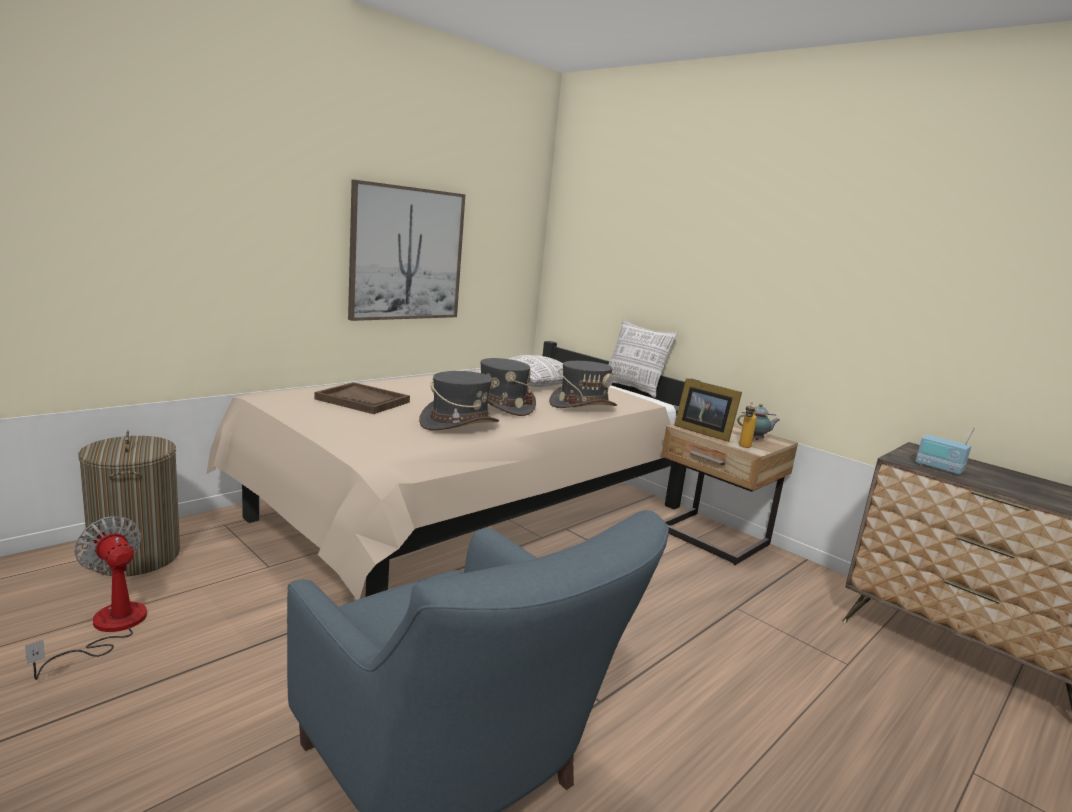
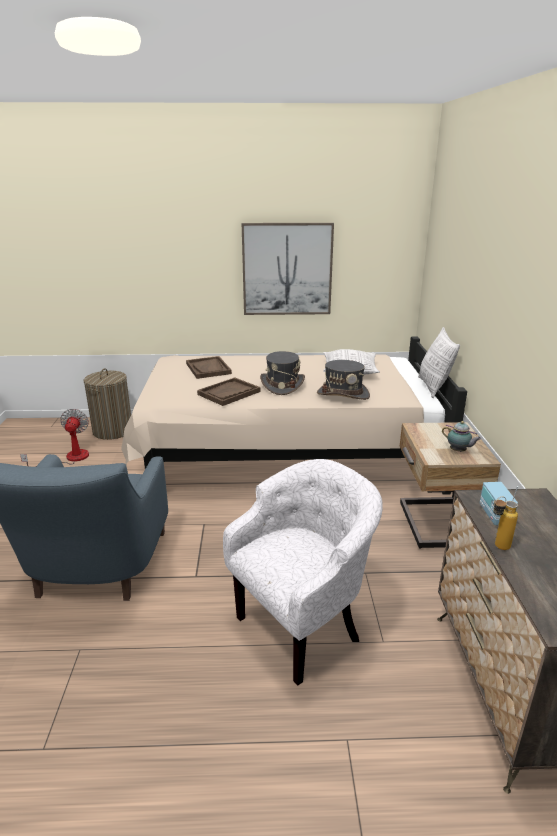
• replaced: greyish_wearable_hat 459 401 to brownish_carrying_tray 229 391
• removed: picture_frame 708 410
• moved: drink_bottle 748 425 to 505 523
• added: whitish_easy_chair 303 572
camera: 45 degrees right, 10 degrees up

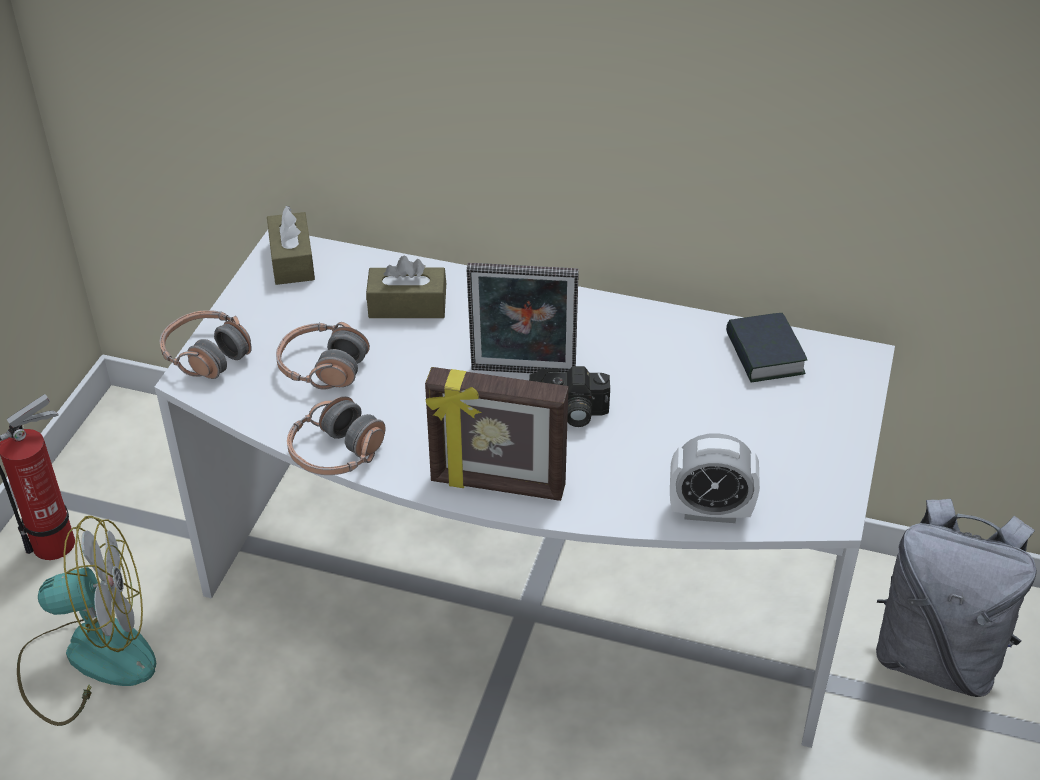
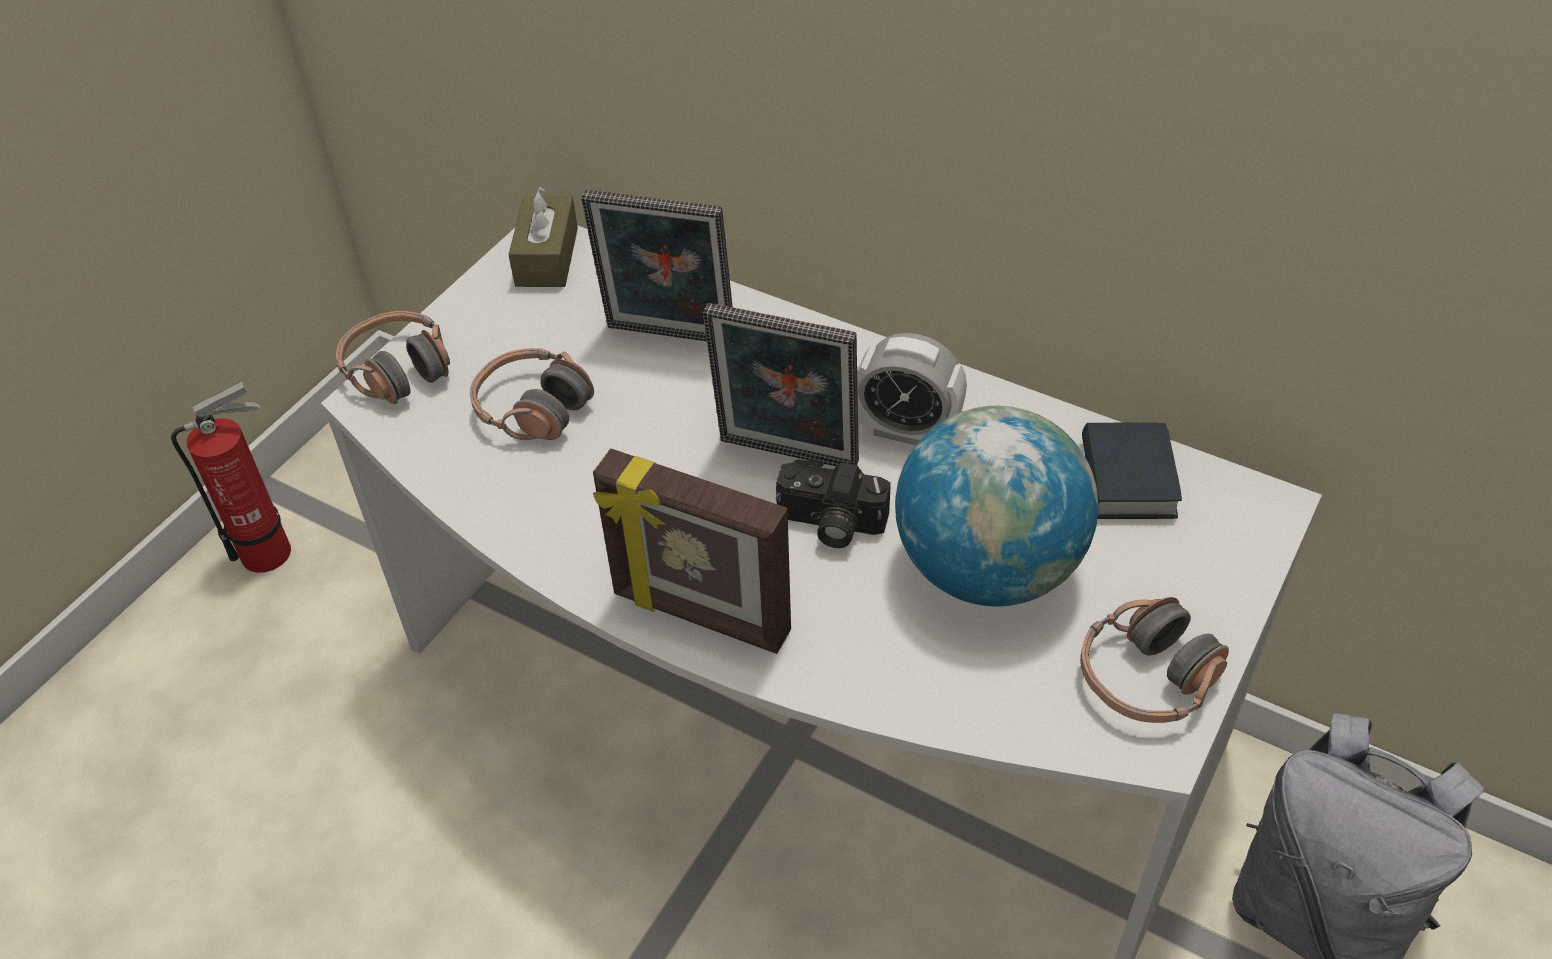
• removed: fan 86 621
• moved: pair_of_headphones 336 435 to 1154 660
• replaced: brownish_box_of_tissues 406 287 to picture_frame 657 265
• moved: alarm_clock 715 478 to 912 389
• added: desk_globe 996 506
camera: 15 degrees right, 5 degrees up

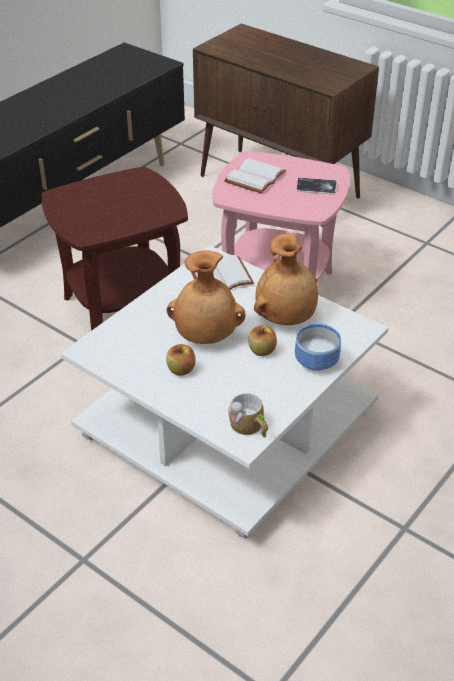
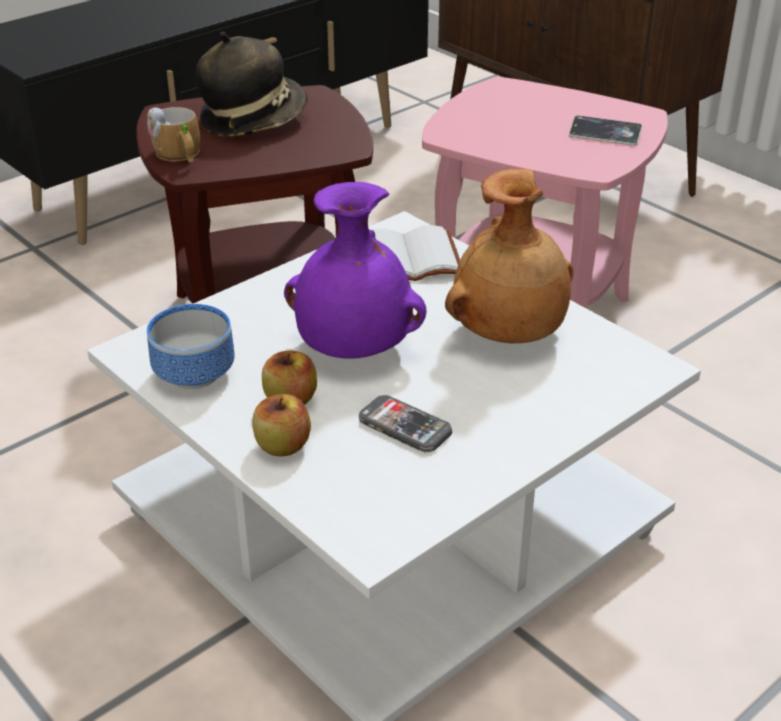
• recoloured: brownish_vase 206 297 to purple_vase 355 270
• removed: whitish_volume 255 176
• moved: mug 248 415 to 173 135
• moved: apple_fruit 262 340 to 281 425
• moved: bowl 318 347 to 191 346
• added: wearable_hat 252 84
• added: handset 405 423
camera: 10 degrees right, 5 degrees down

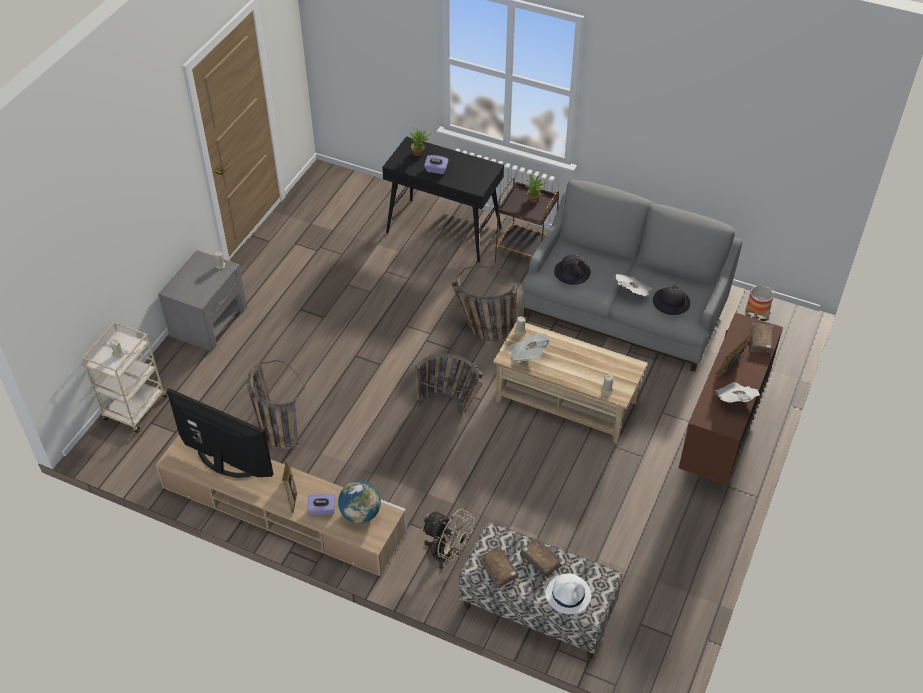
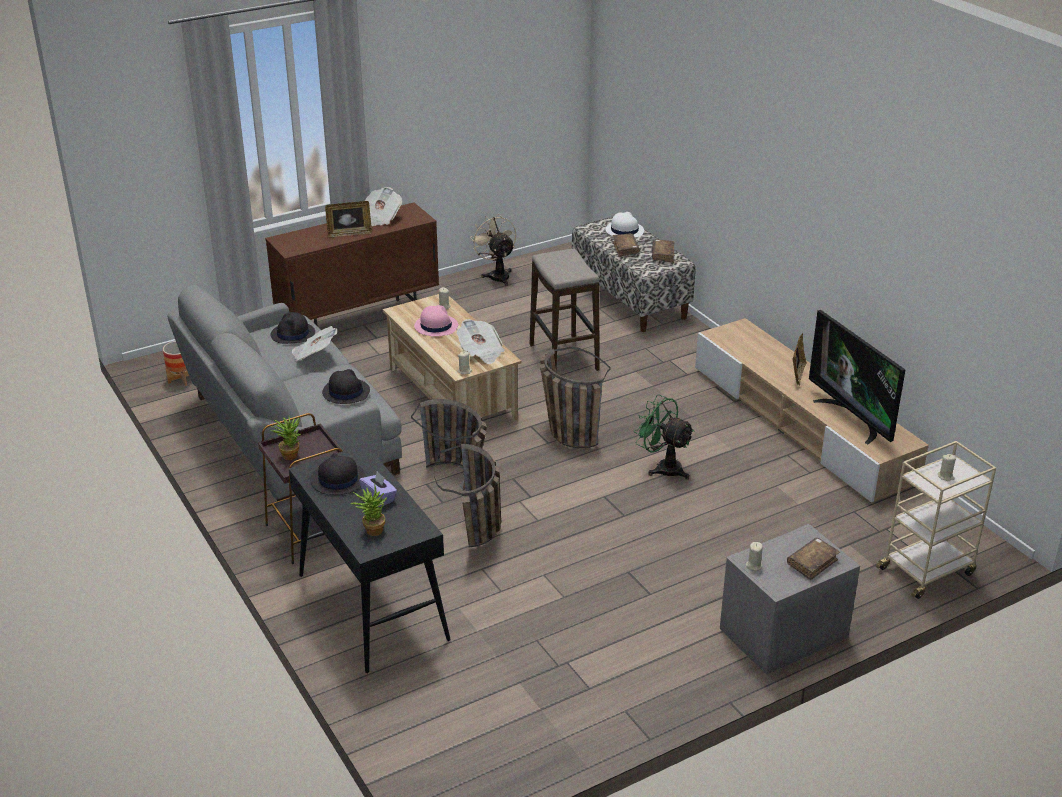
• moved: basket 275 404 to 467 495
• removed: purple_box_of_tissues 321 504
• removed: desk_globe 359 502
• moved: beige_fan 448 539 to 493 250
• moved: brownish_volume 762 338 to 813 559
• added: black-coloured_wearable_hat 338 474
• added: pink-coloured_wearable_hat 436 320
• added: sitting_stool 565 310
• added: greenish_fan 664 436
camera: 145 degrees left, 15 degrees down

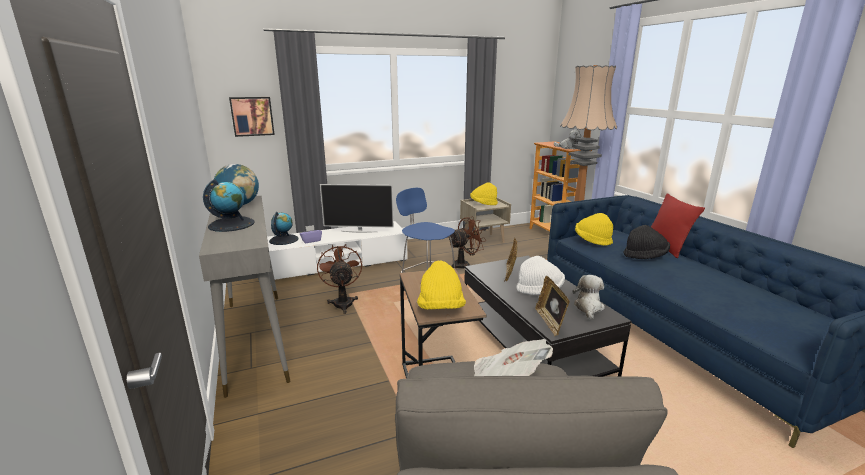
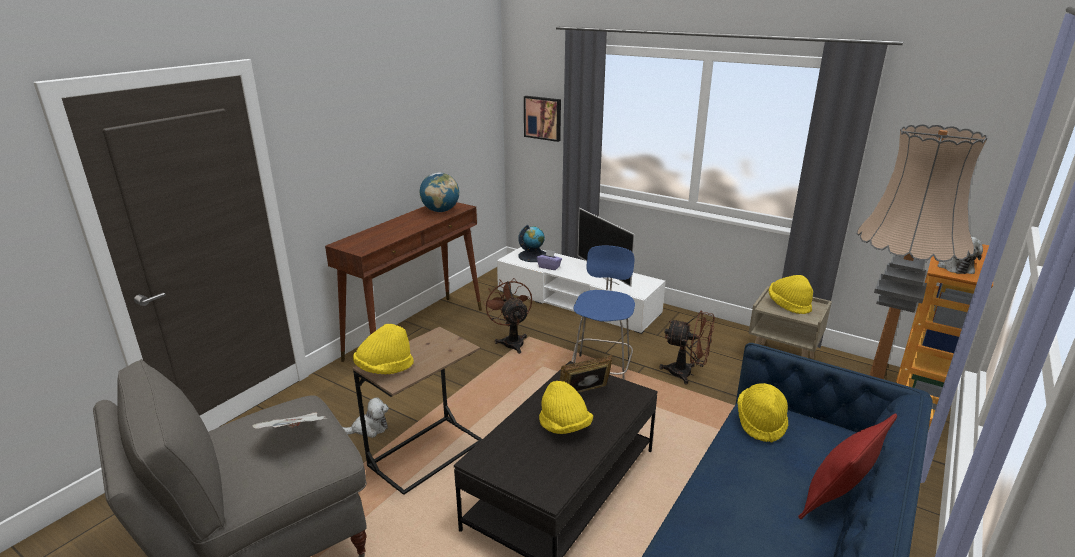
• recoloured: greyish_narrow_table 244 297 to brownish_narrow_table 403 282
• removed: desk_globe 229 205
• turned: brownish_fan 339 279 = 507 316 60 degrees counterclockwise
• recoloured: whitish_wearable_hat 540 275 to yellow-coloured_wearable_hat 566 407
• removed: picture_frame 552 306
• moved: plush_toy 589 297 to 366 417
• removed: black-coloured_wearable_hat 647 242
camera: 55 degrees right, 5 degrees up

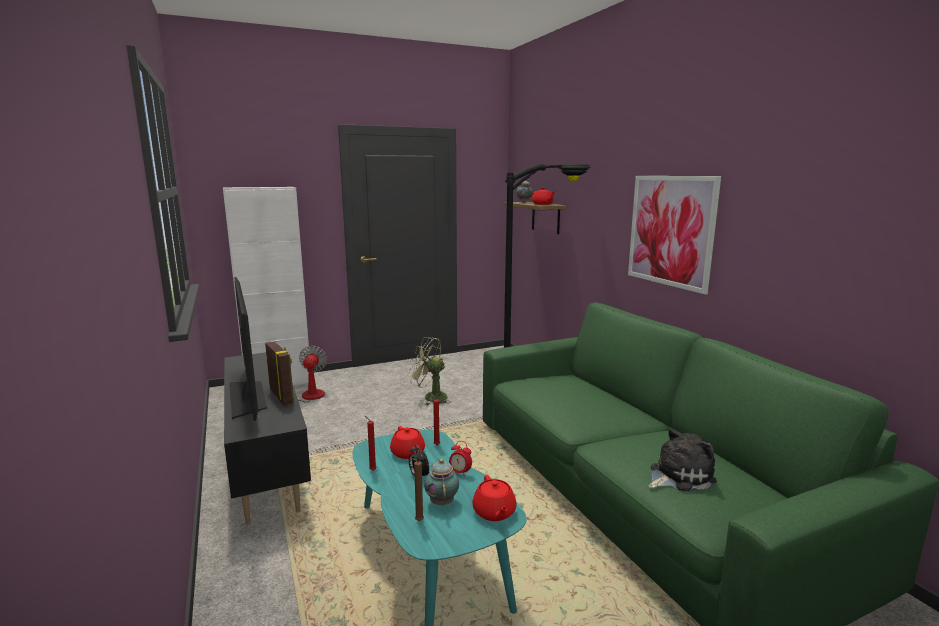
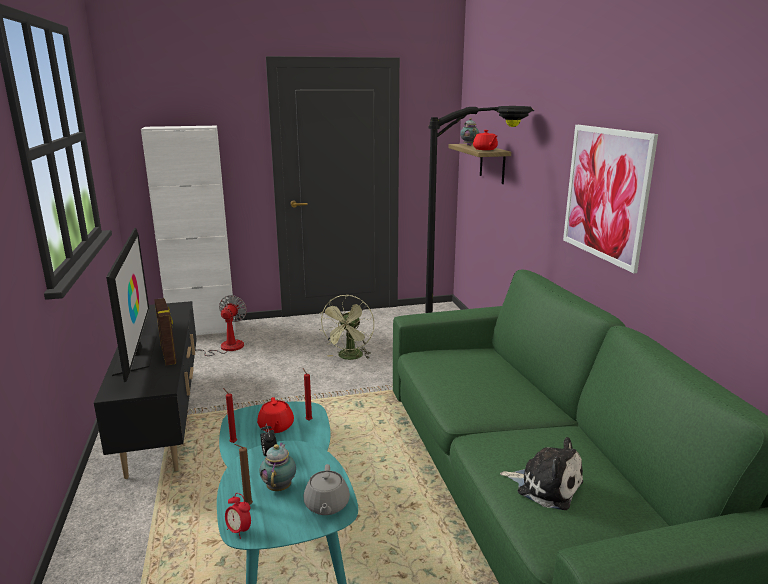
• turned: greenish_fan 429 371 = 346 327 105 degrees counterclockwise
• moved: alarm_clock 460 459 to 238 516
• recoloured: reddish_pot_for_tea 494 498 to greyish_pot_for_tea 327 489
• turned: plush_toy 682 460 = 541 473 45 degrees clockwise
camera: 10 degrees right, 5 degrees up

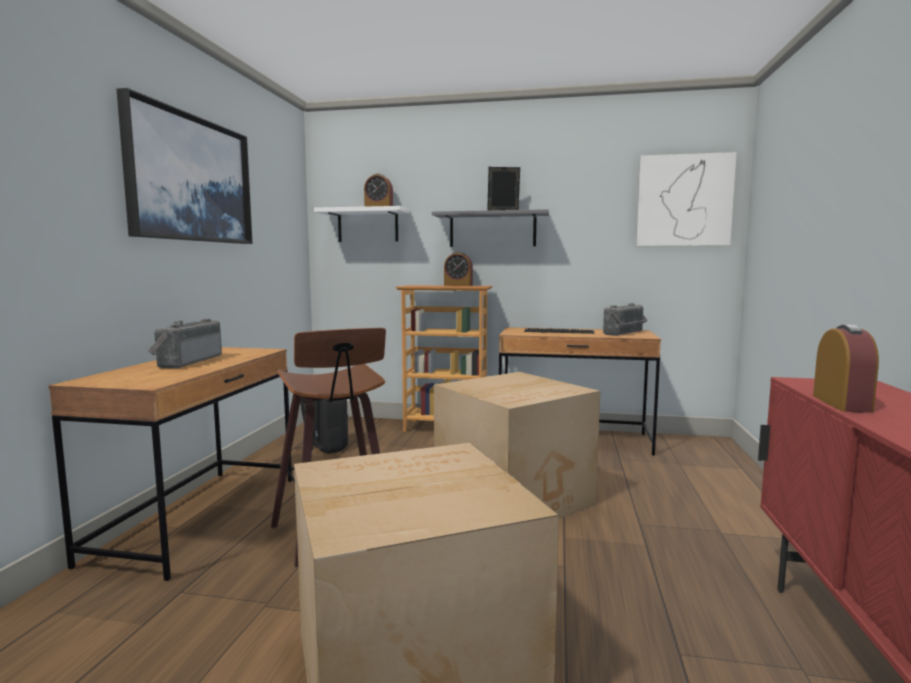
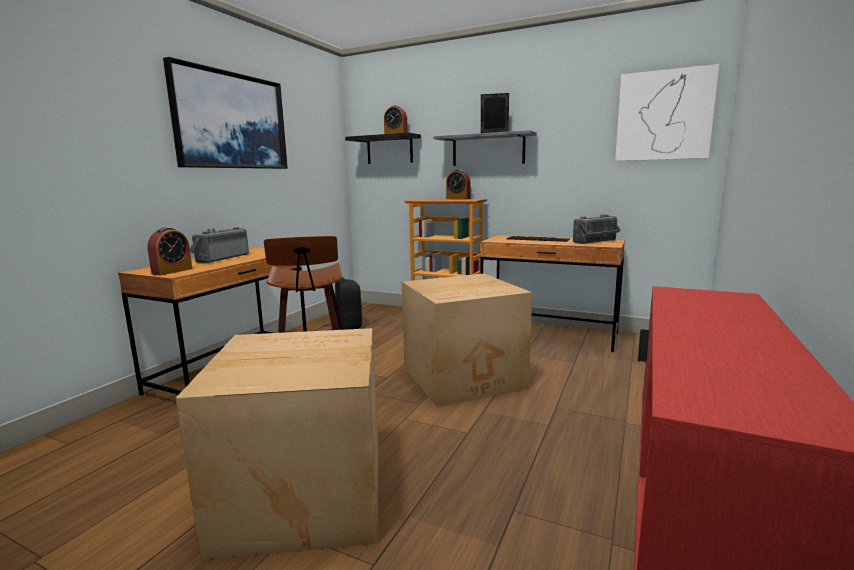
• recoloured: whitish_wall_shelf 361 224 to black-coloured_wall_shelf 383 148
• moved: alarm_clock 846 369 to 169 251
camera: 15 degrees right, 5 degrees up

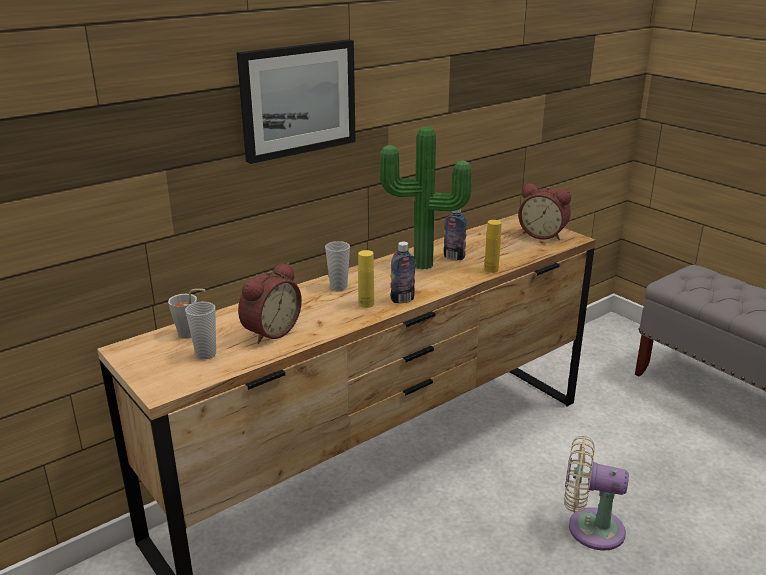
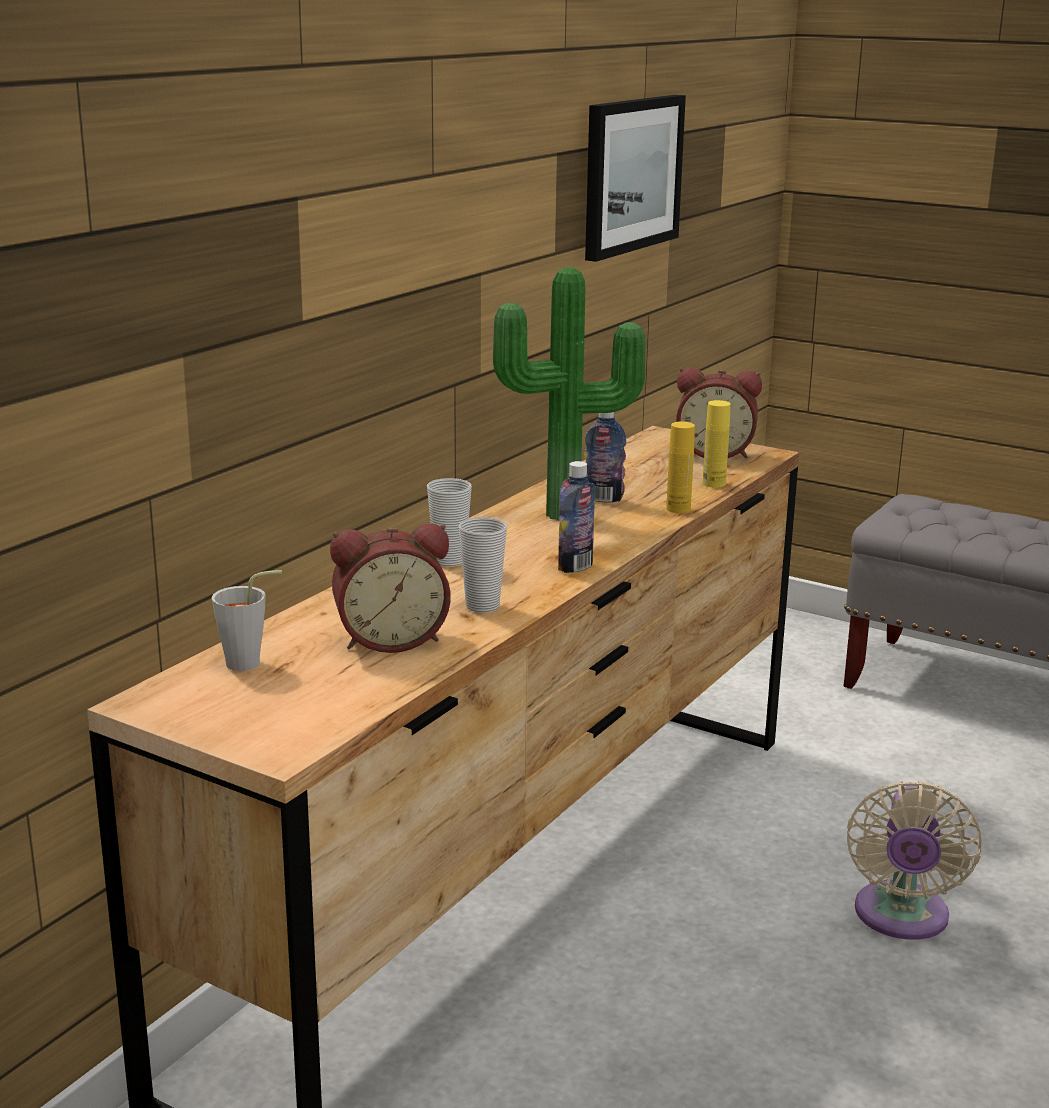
• moved: drinking_cup 200 331 to 483 565
• moved: picture 296 101 to 635 178
• turned: alarm_clock 270 303 = 390 588 60 degrees clockwise
• moved: yellow-coloured_drink_bottle 366 279 to 717 444
• turned: beige_fan 596 493 = 914 860 75 degrees counterclockwise
camera: 20 degrees left, 5 degrees down

